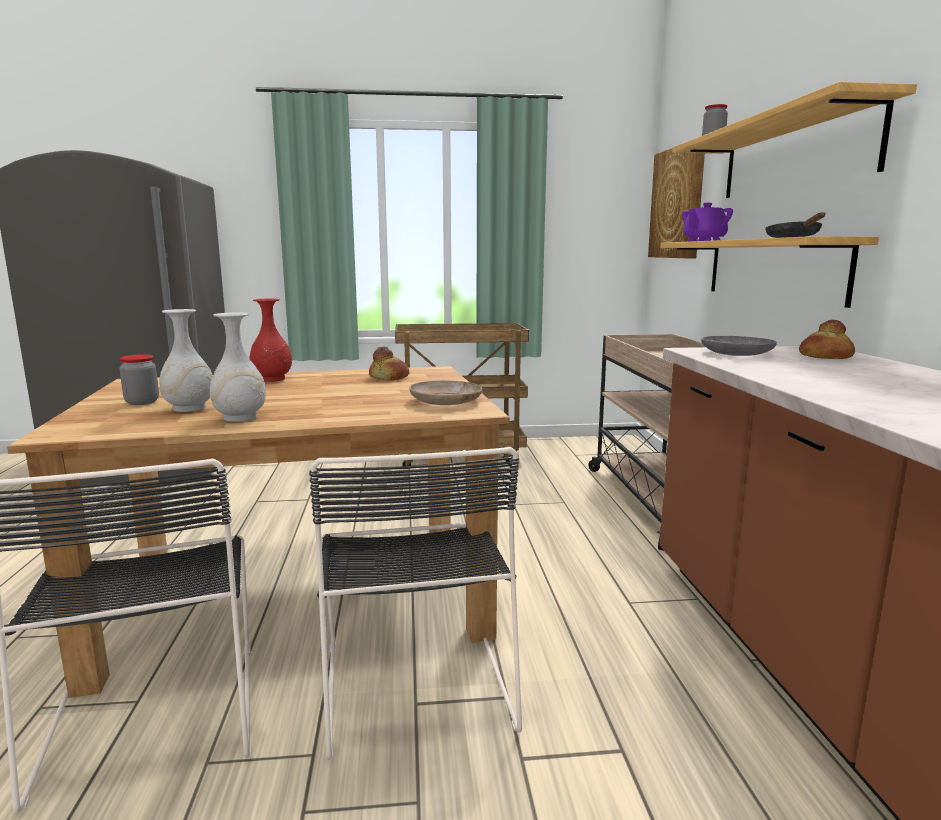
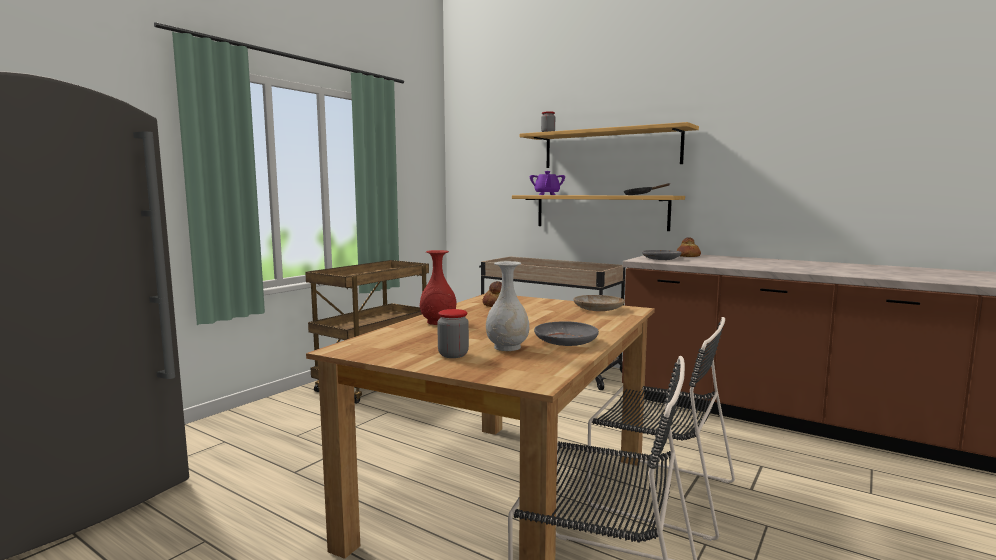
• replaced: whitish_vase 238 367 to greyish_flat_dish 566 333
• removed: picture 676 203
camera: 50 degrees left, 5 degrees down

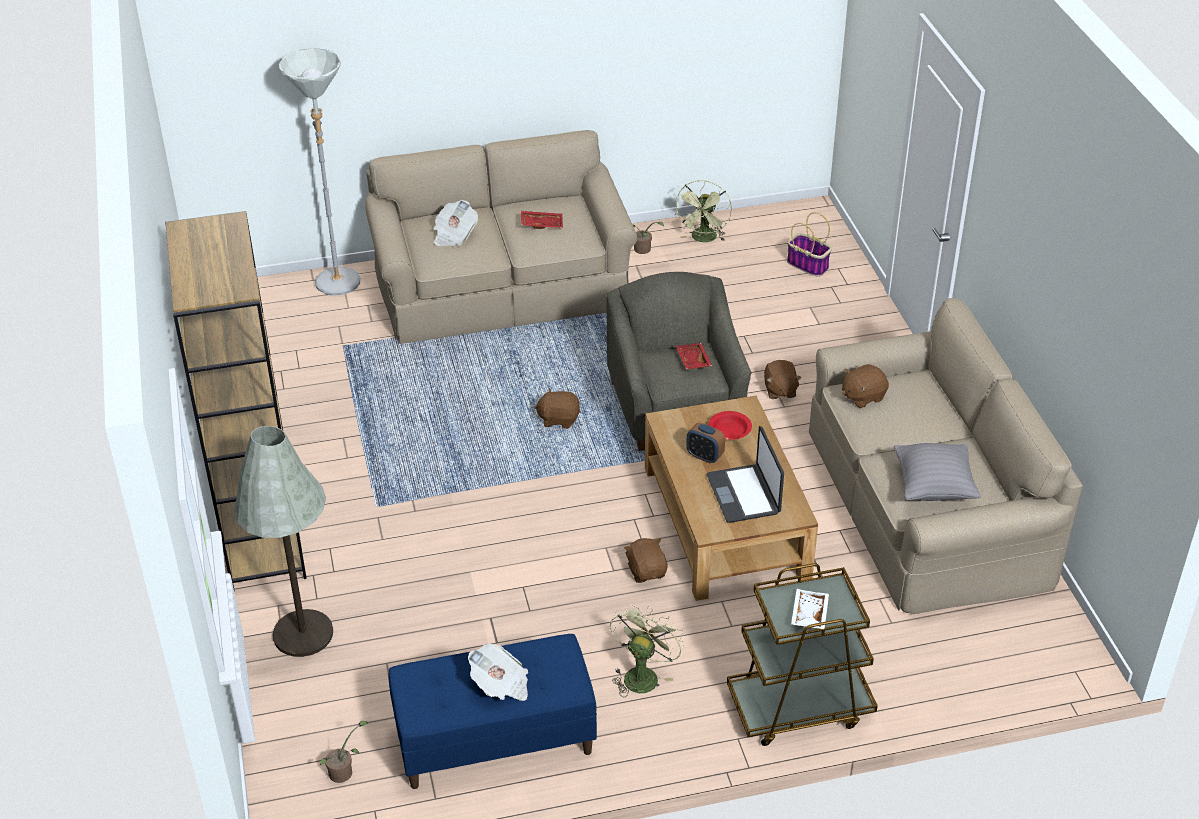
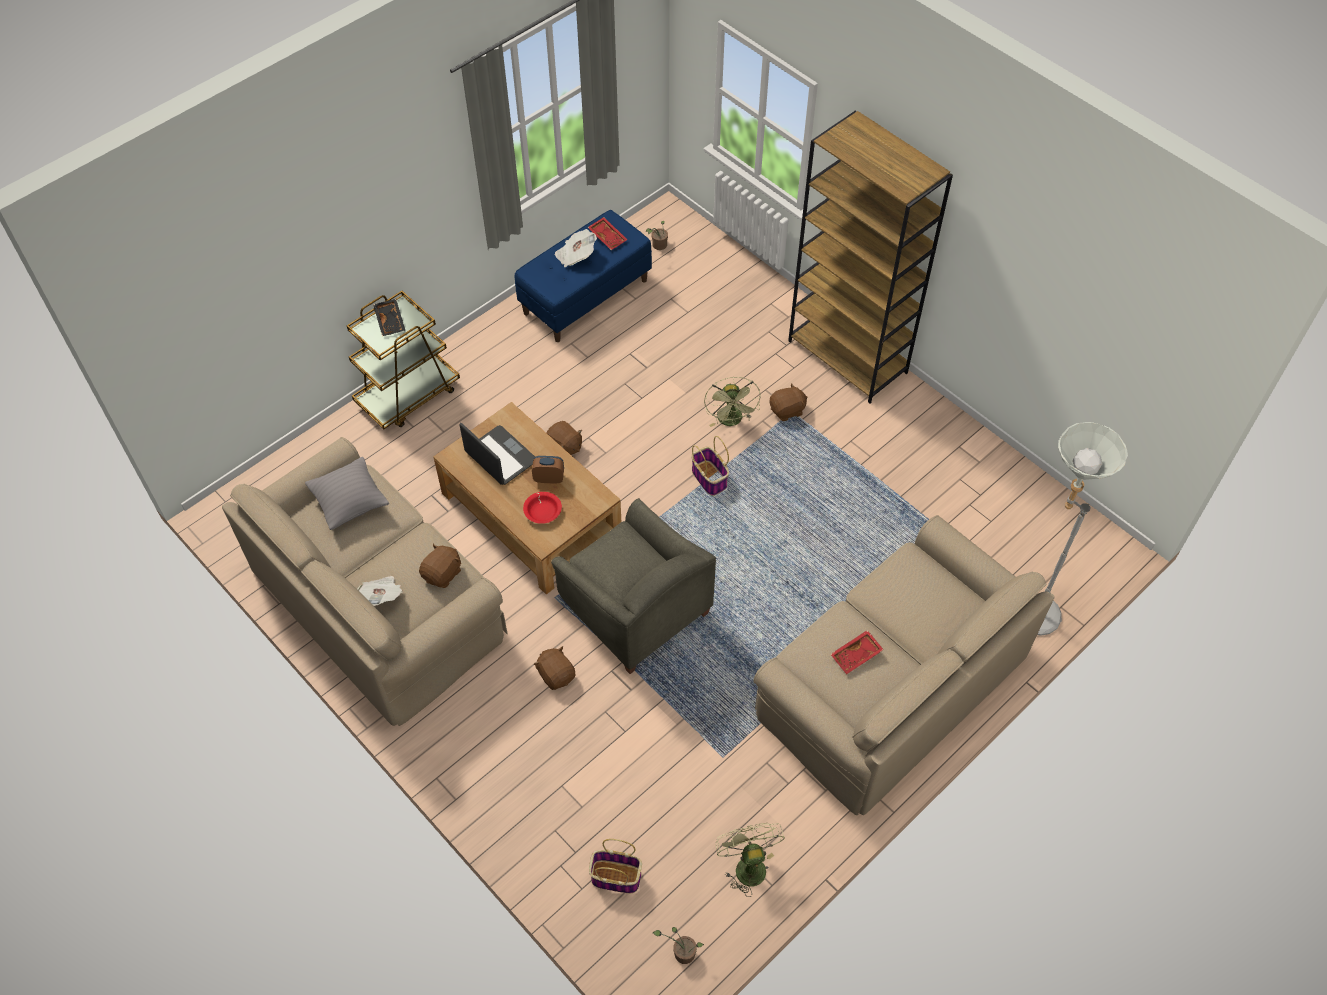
• removed: greyish_floor_lamp 284 541
• moved: daily_paper 455 223 to 380 591
• moved: brownish_plush_toy 557 408 to 788 402
• moved: greenish_fan 647 650 to 732 402
• moved: potted_plant 648 238 to 678 945
• moved: reddish_carrying_tray 694 356 to 608 233
• recoloured: whitish_carrying_tray 810 609 to black-coloured_carrying_tray 389 317
• added: basket 710 466
camera: 150 degrees right, 15 degrees up

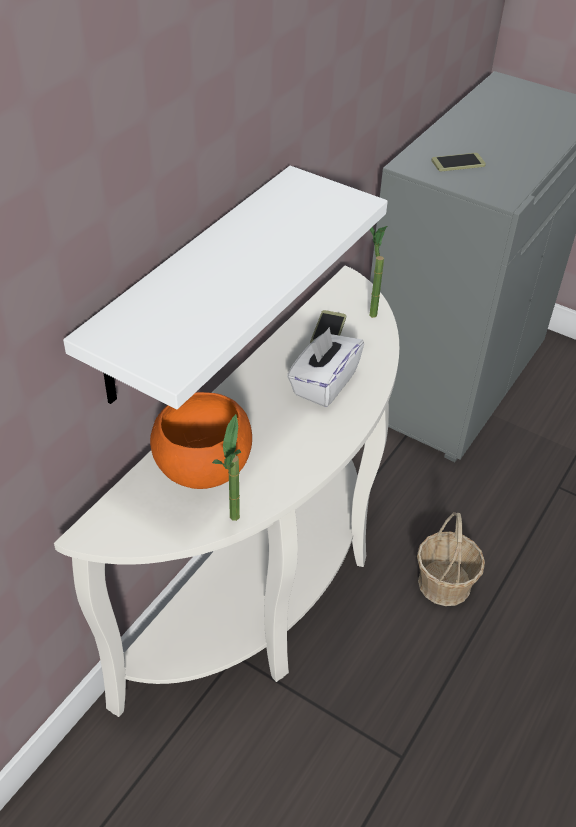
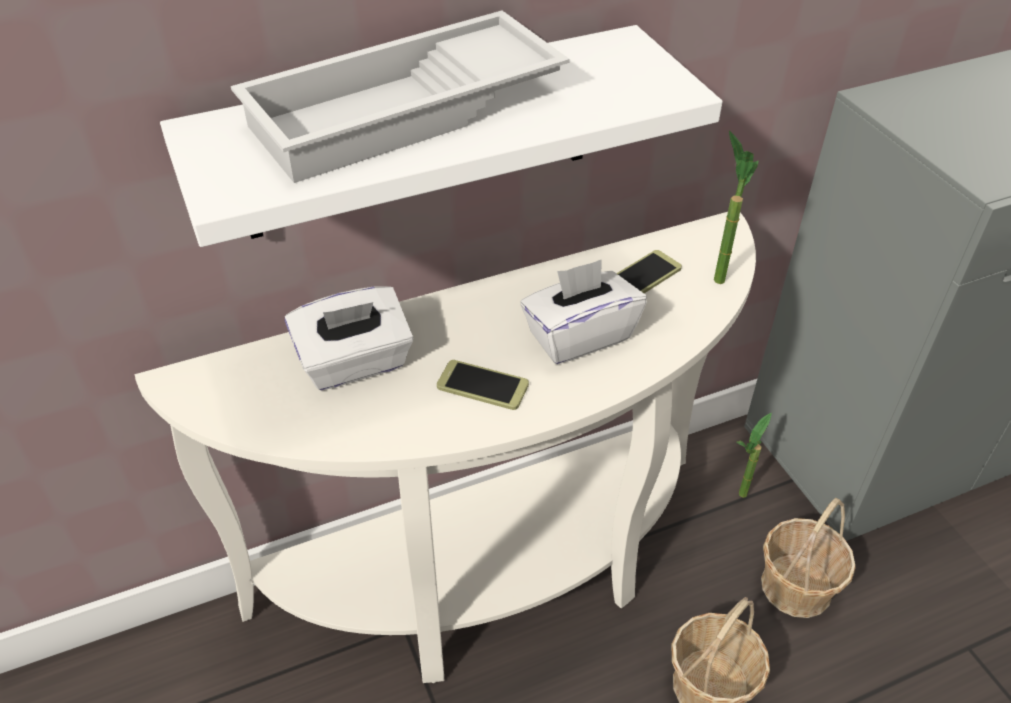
• replaced: orange_bowl 201 440 to whitish_box_of_tissues 349 338
• moved: potted_plant 226 467 to 754 455
• moved: handset 458 162 to 483 385
• added: whitish_carrying_tray 400 96
• added: basket 808 558
camera: 35 degrees right, 0 degrees up

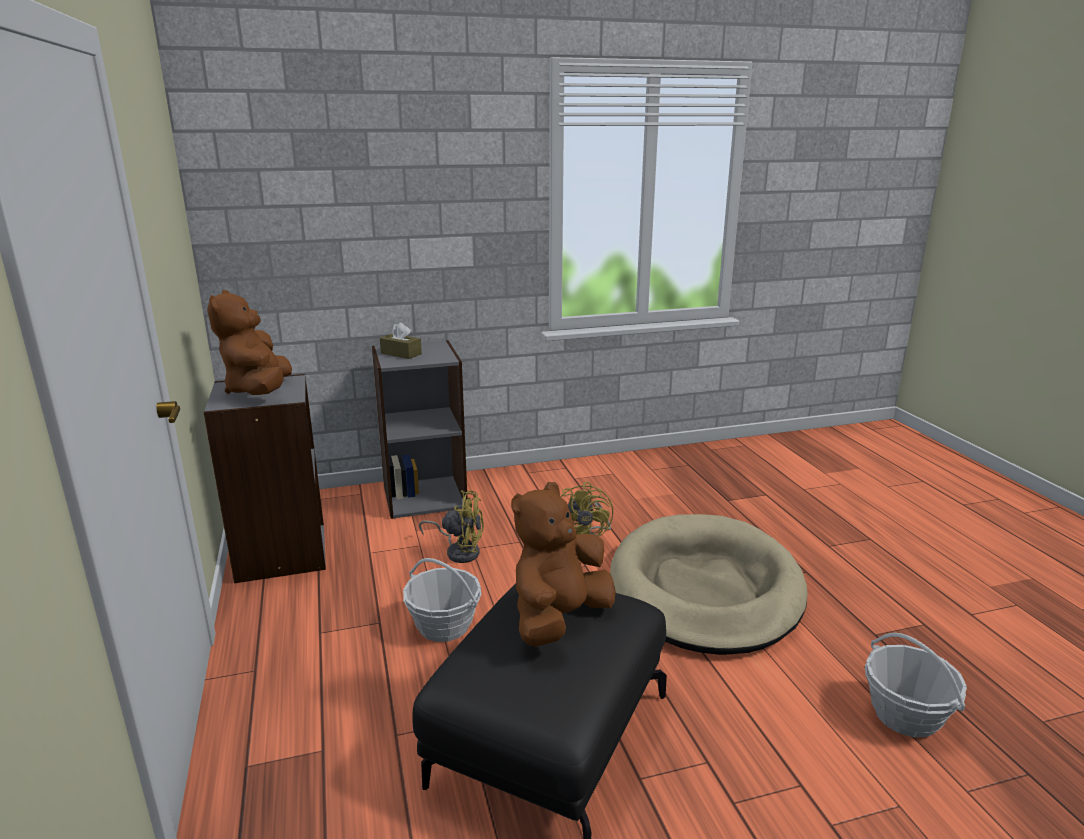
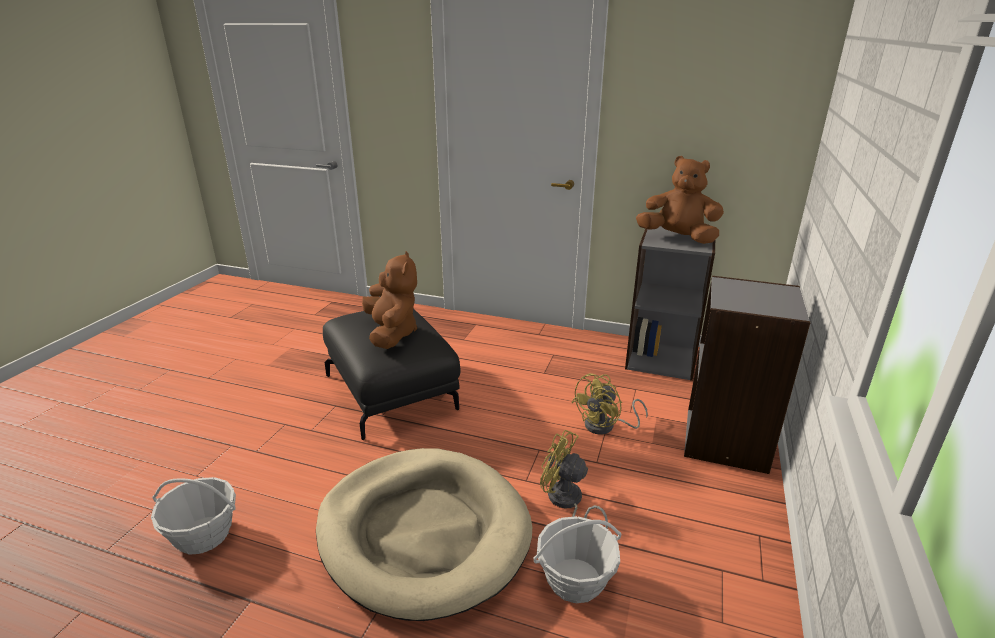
• removed: brownish_box_of_tissues 401 340
• moved: basket 442 600 to 577 559
camera: 125 degrees right, 5 degrees up

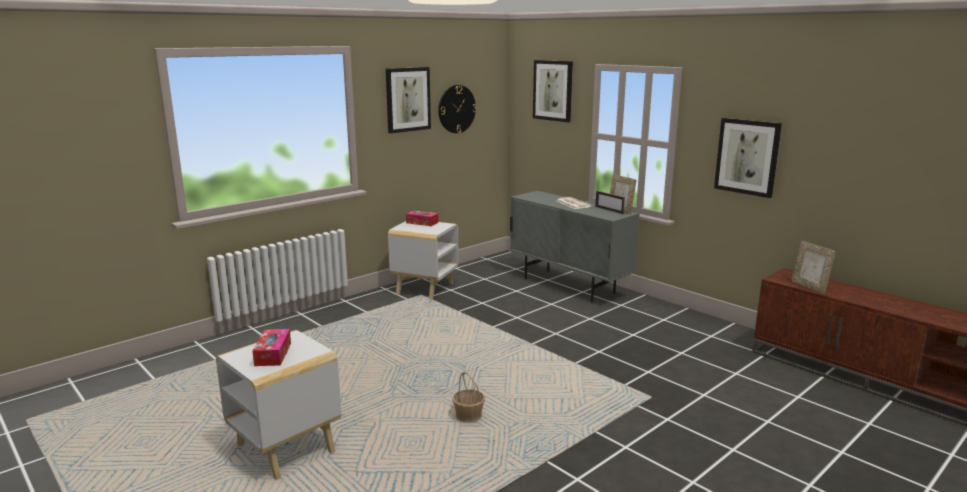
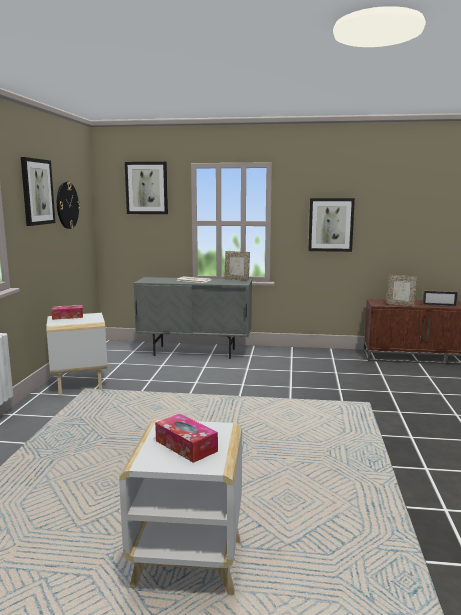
• removed: basket 468 397
• moved: picture_frame 610 202 to 440 298
camera: 40 degrees left, 5 degrees down

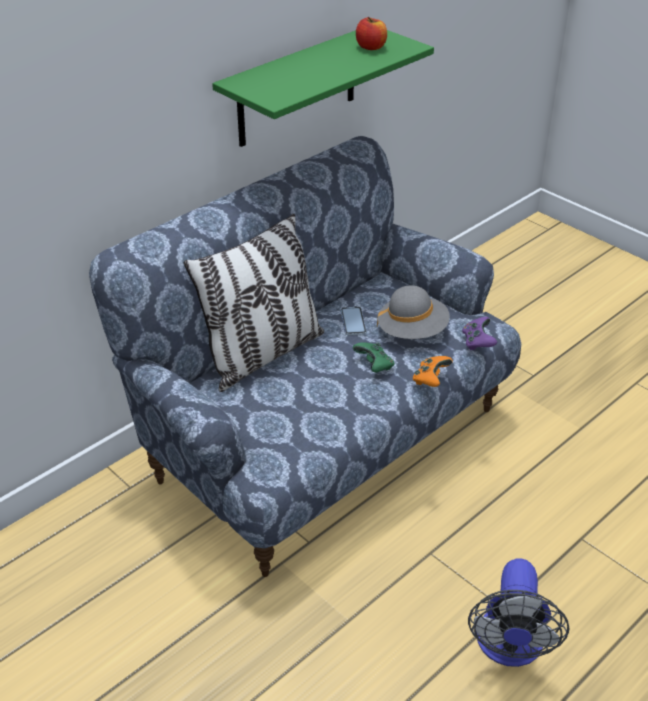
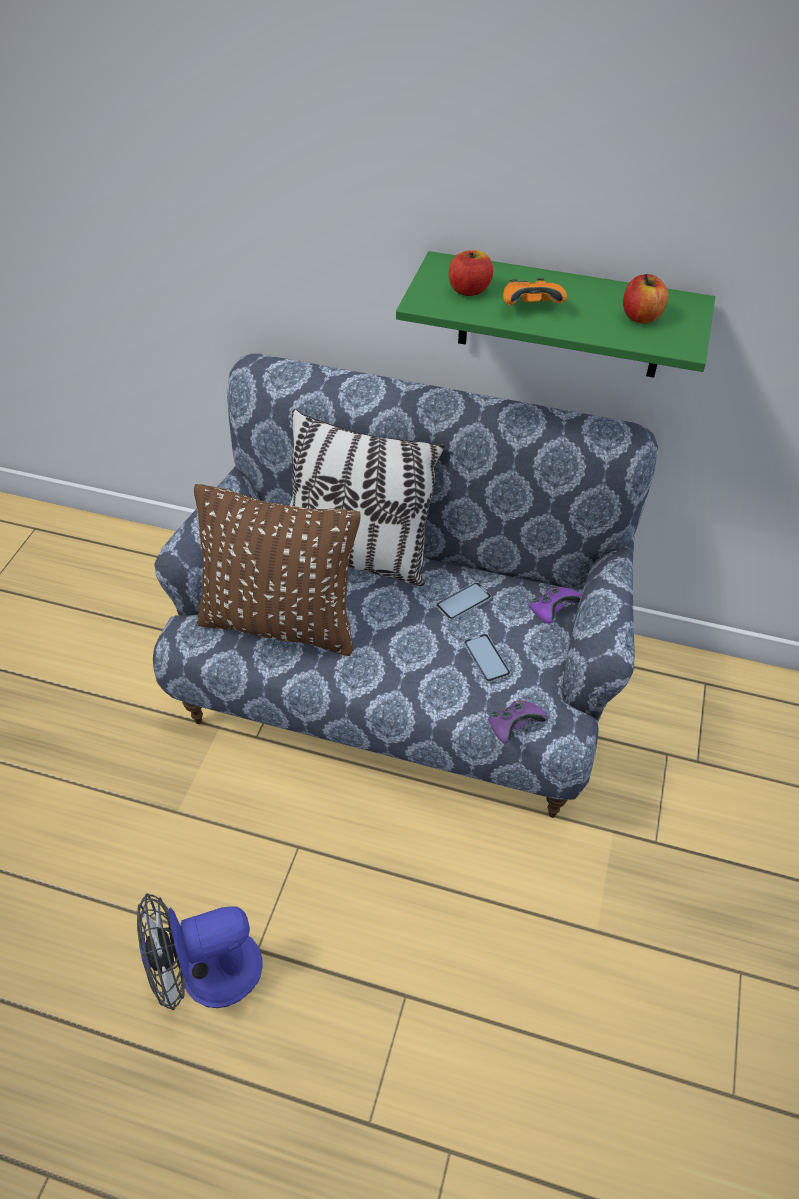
• removed: greenish_joypad 374 357
• replaced: greyish_wearable_hat 413 312 to handset 487 658
• moved: orange_joypad 433 371 to 535 291
• added: brownish_pillow 277 570
• added: apple_fruit 470 273
• added: purple_joypad 555 605
camera: 60 degrees right, 10 degrees up

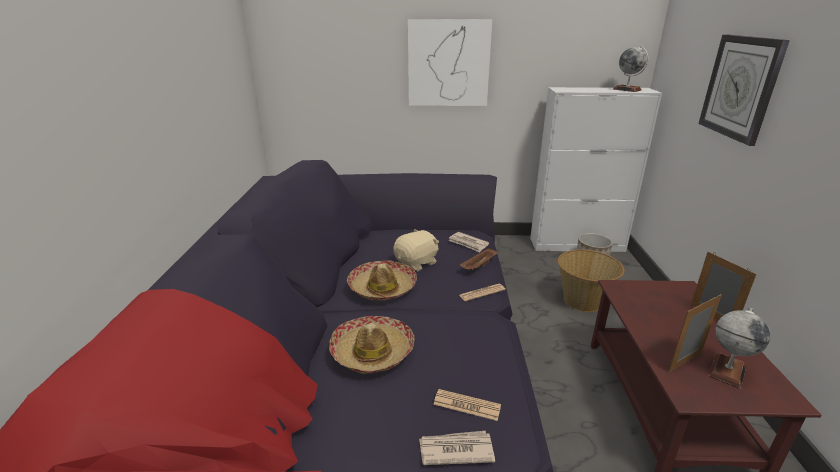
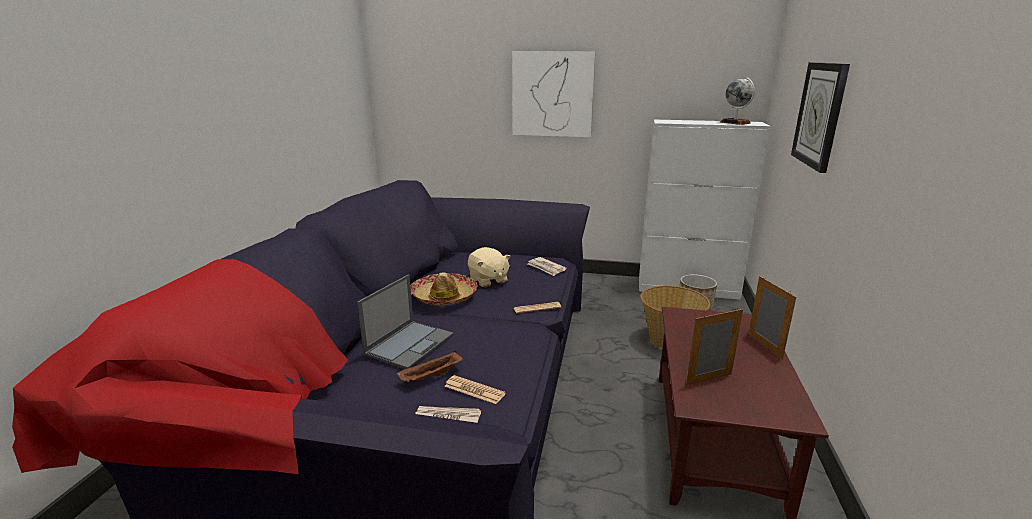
• replaced: wearable_hat 372 345 to notebook_computer 405 321
• turned: beige_plush_toy 416 250 = 489 267 90 degrees clockwise
• moved: brownish_carrying_tray 479 258 to 430 367
• removed: desk_globe 739 348
camera: 10 degrees right, 5 degrees down

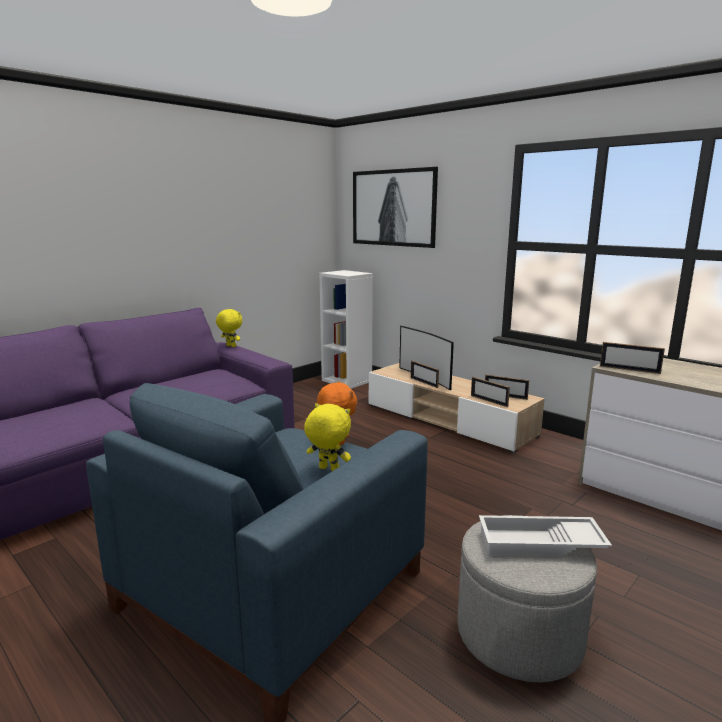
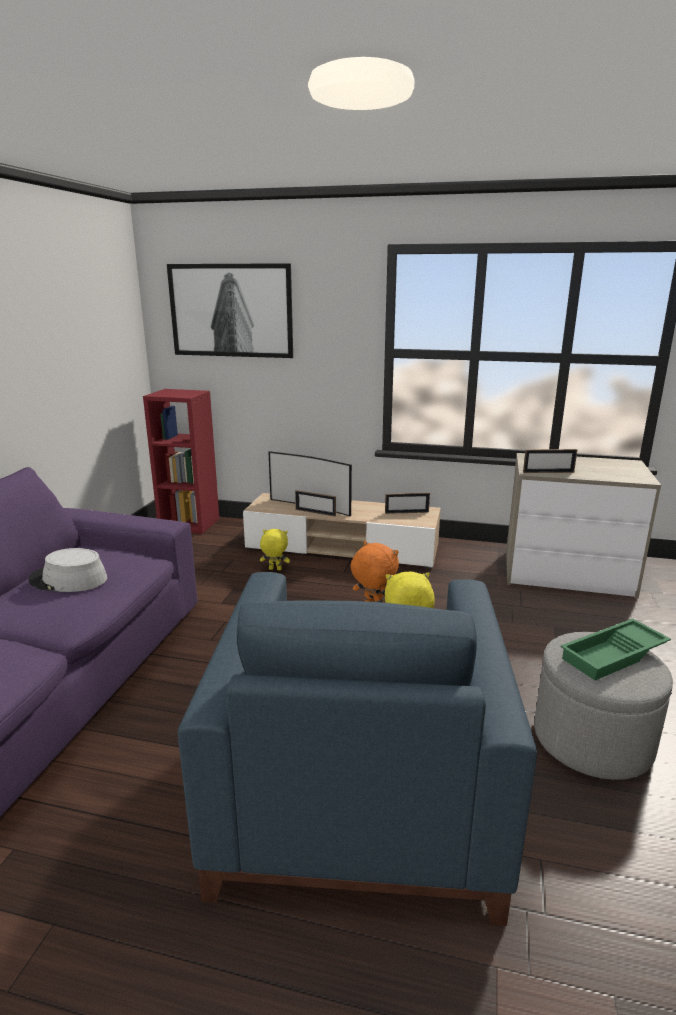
• moved: yellow-coloured_plush_toy 229 328 to 275 549
• recoloured: whitish_shelving_unit 346 329 to reddish_shelving_unit 181 461
• removed: picture_frame 490 392
• recoloured: whitish_carrying_tray 545 536 to greenish_carrying_tray 615 649
• added: greyish_wearable_hat 68 570
camera: 30 degrees left, 5 degrees up

